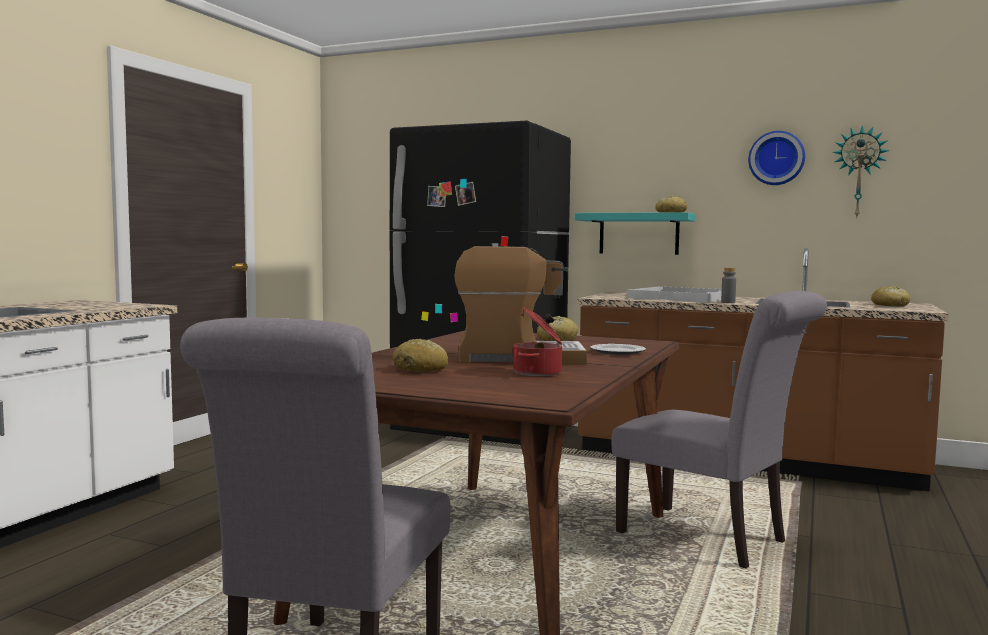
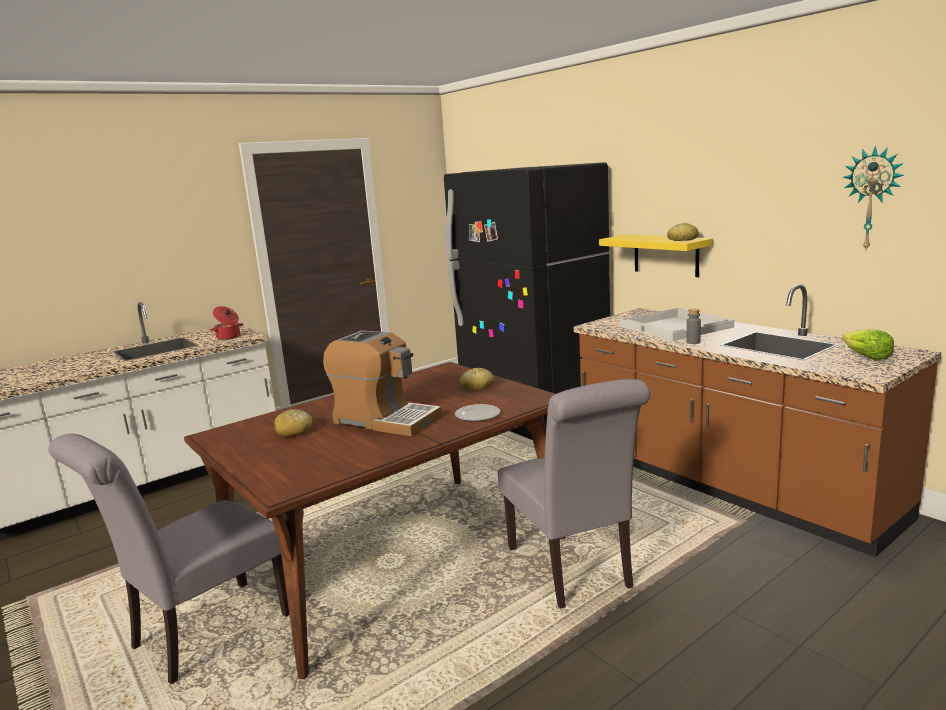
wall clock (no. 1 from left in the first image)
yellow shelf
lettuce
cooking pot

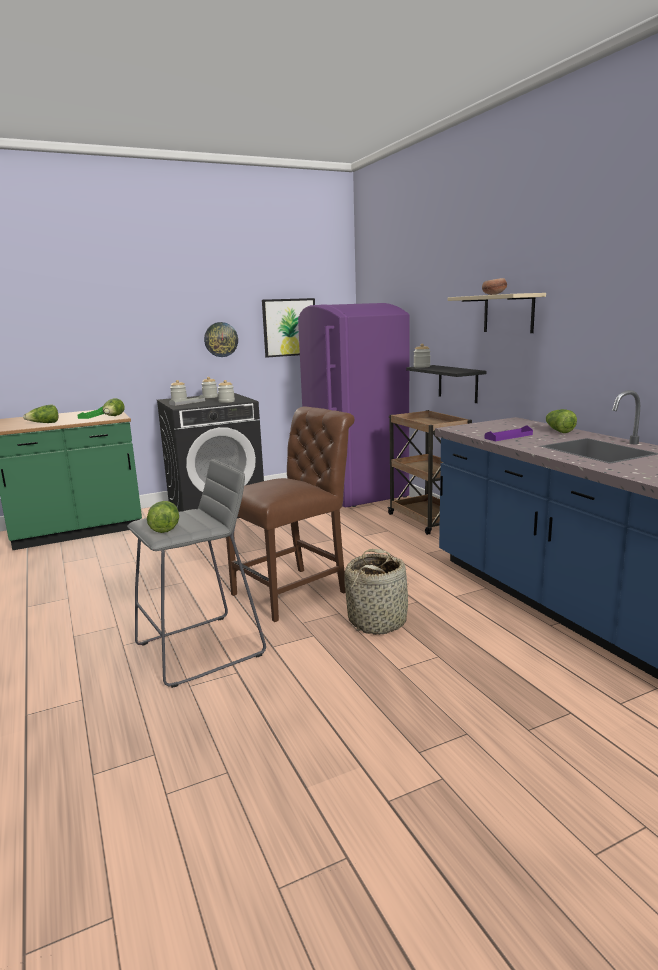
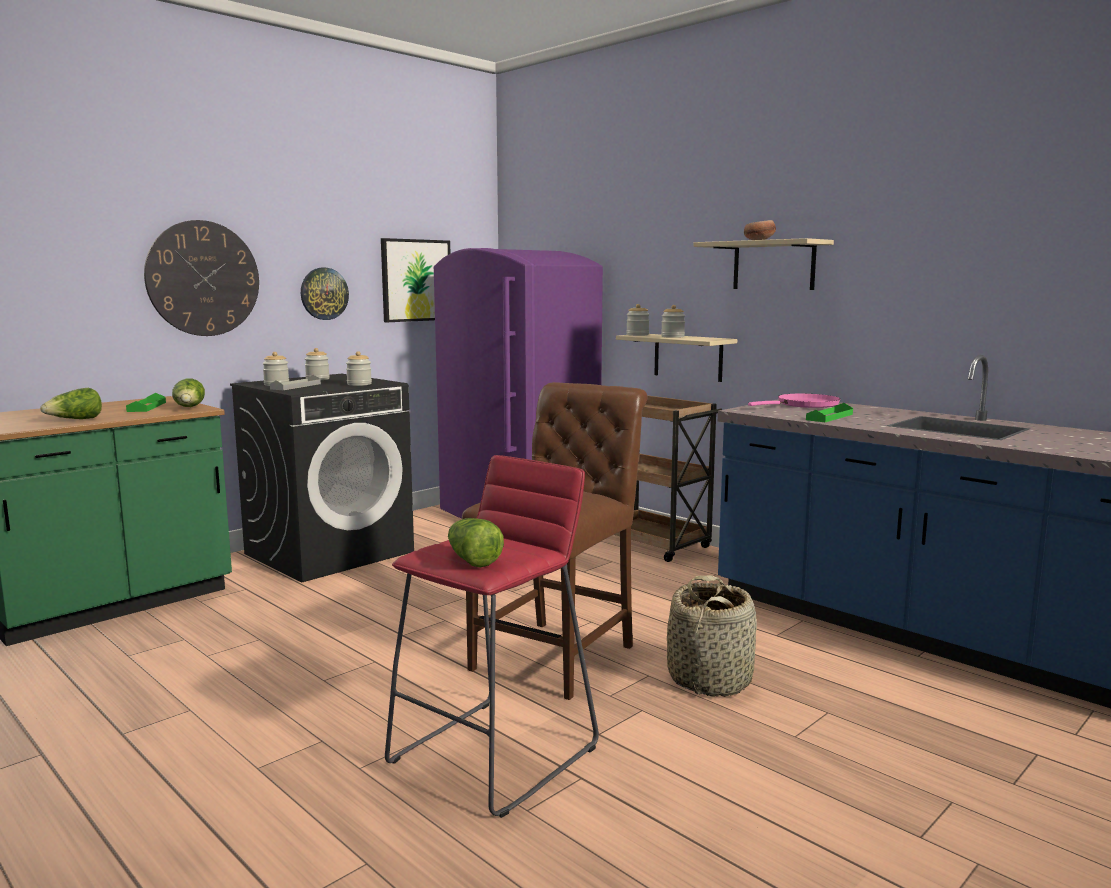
beige shelf (no. 1 from left)
lettuce (no. 4 from left in the first image)
green tray (no. 2 from left)
red stool
wall clock (no. 1 from left)
jar (no. 5 from left)
pink frying pan

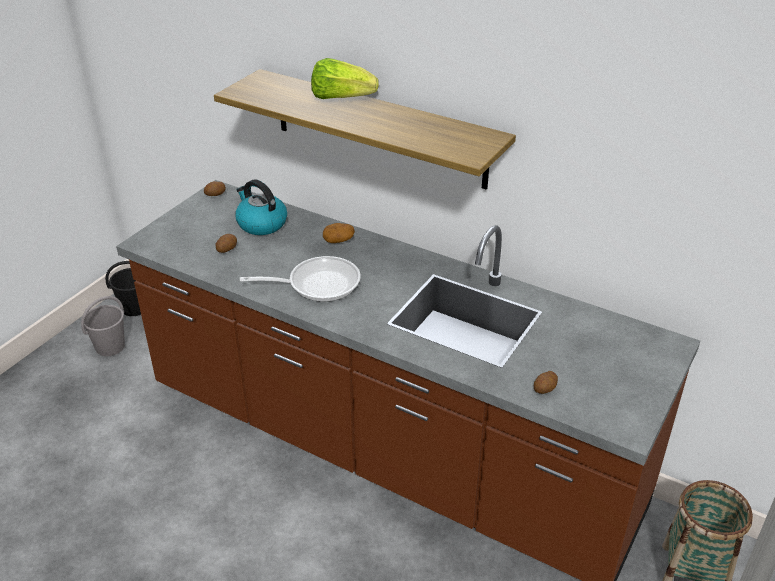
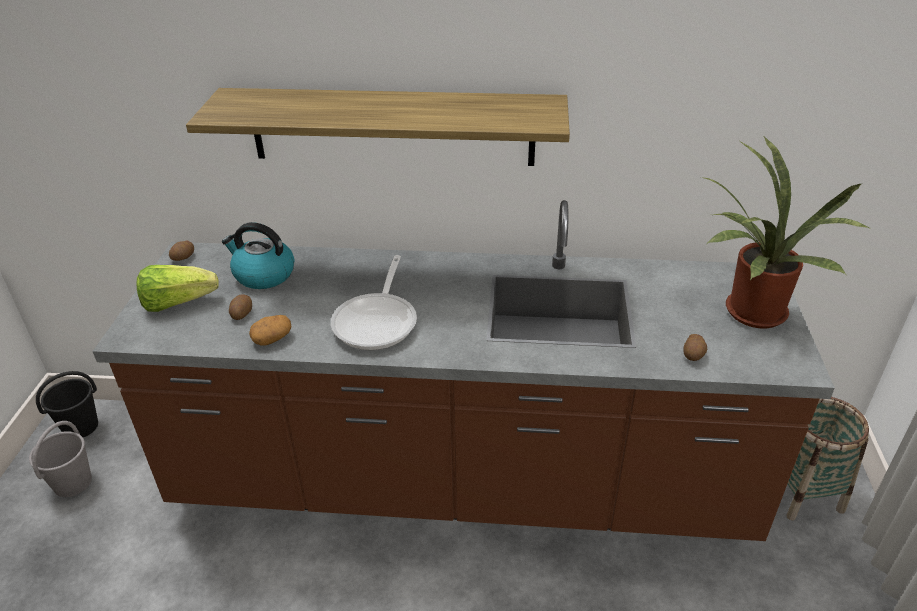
lettuce
potato (no. 3 from left)
frying pan
potted plant

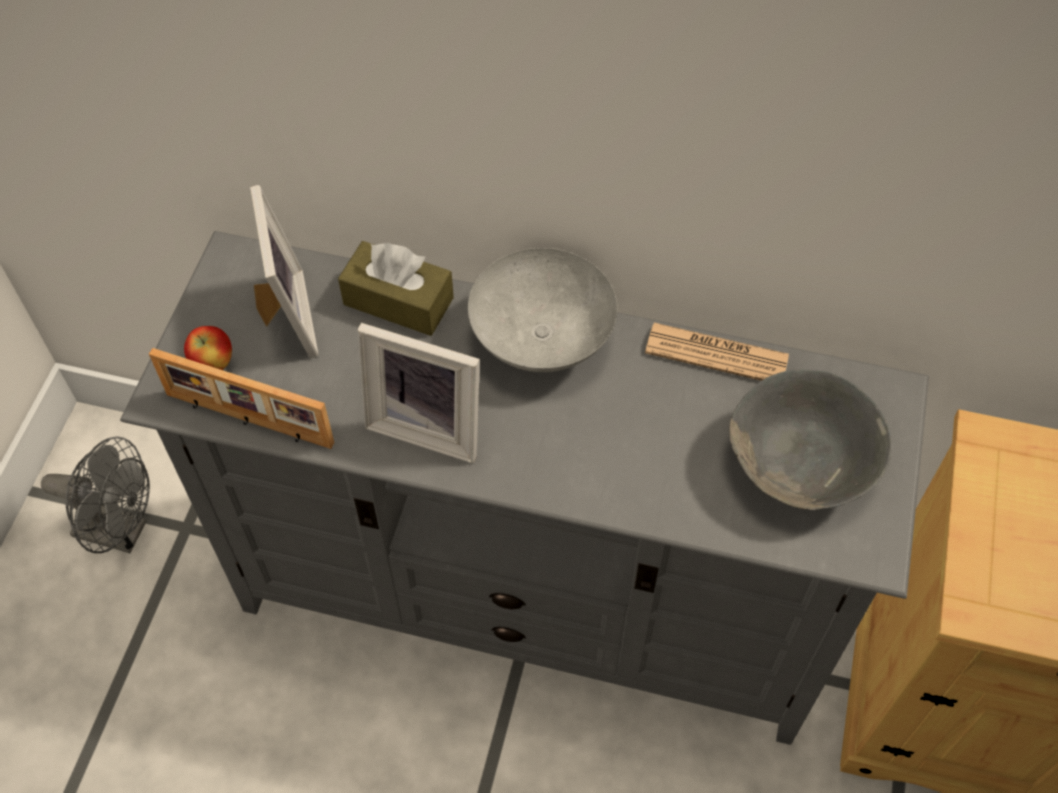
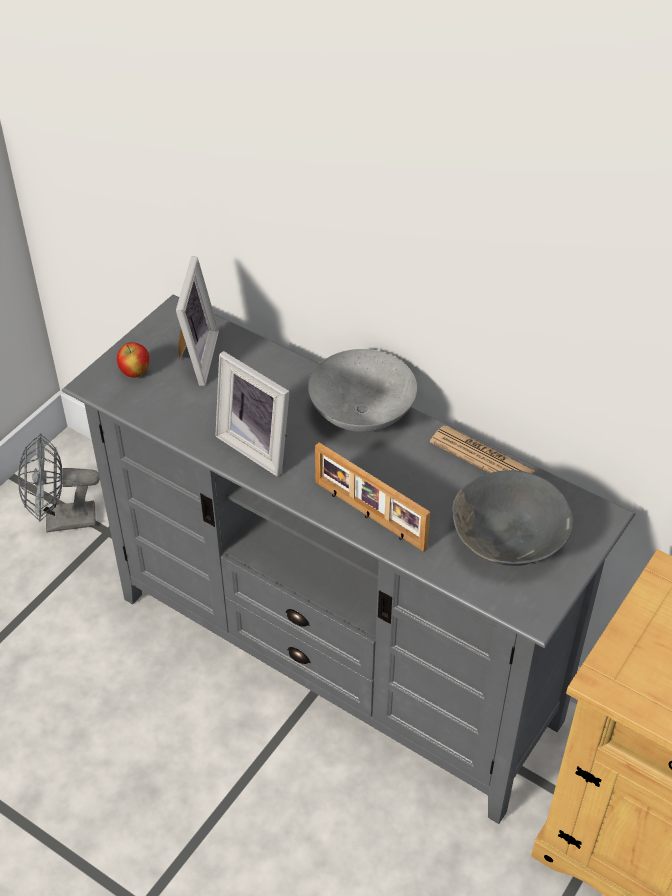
brown tissue box
picture frame (no. 3 from left)
grey fan

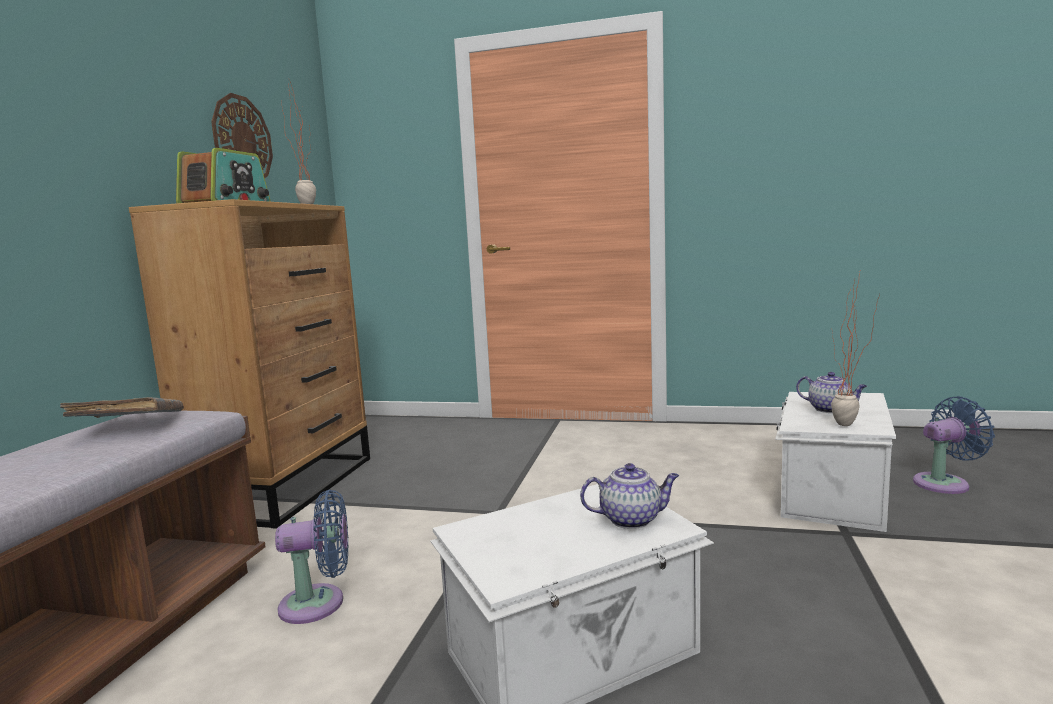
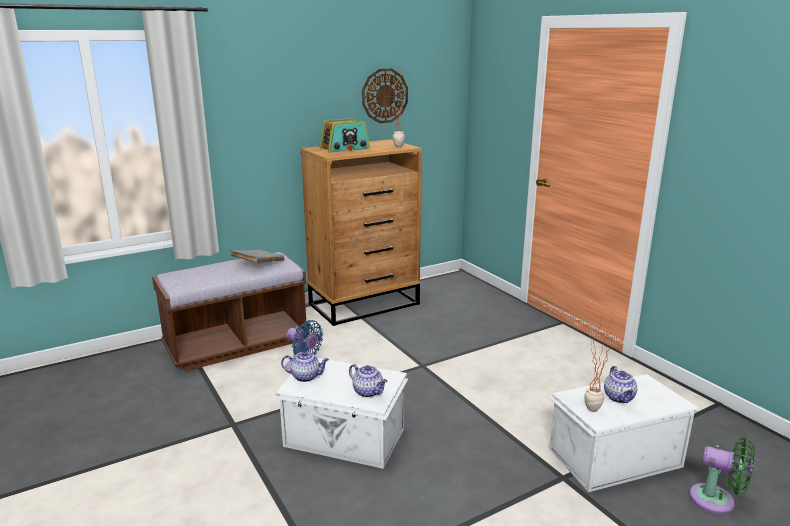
green fan
teapot (no. 1 from left)

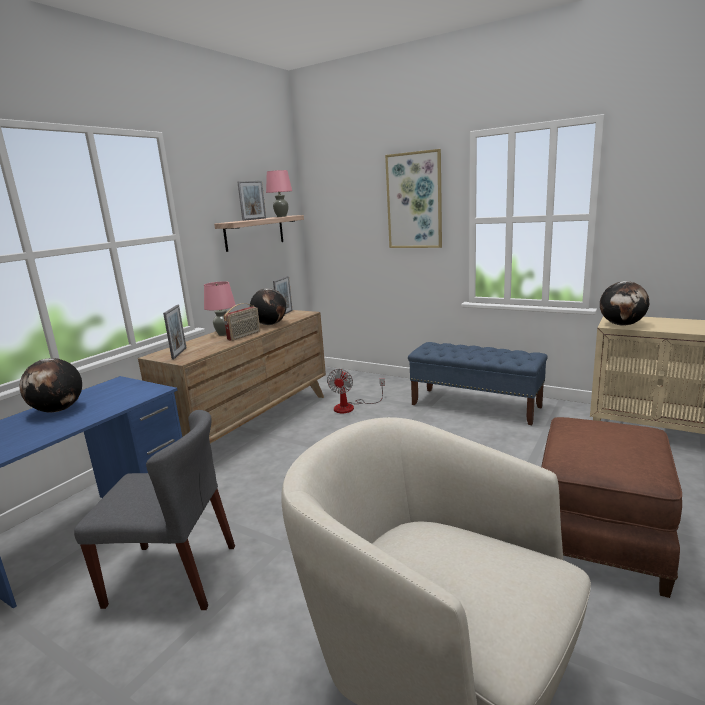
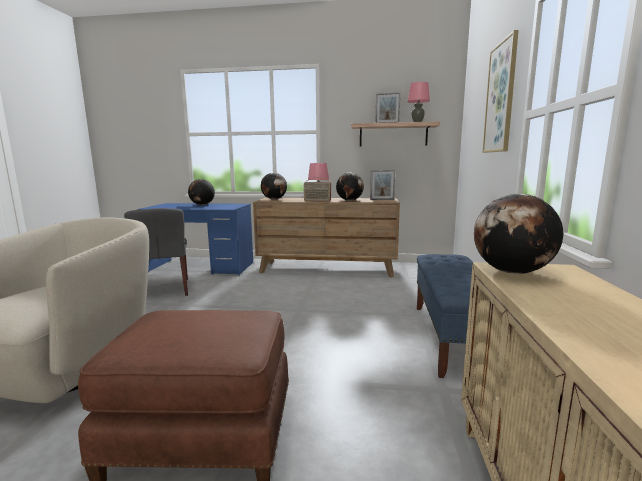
globe (no. 2 from left)
fan

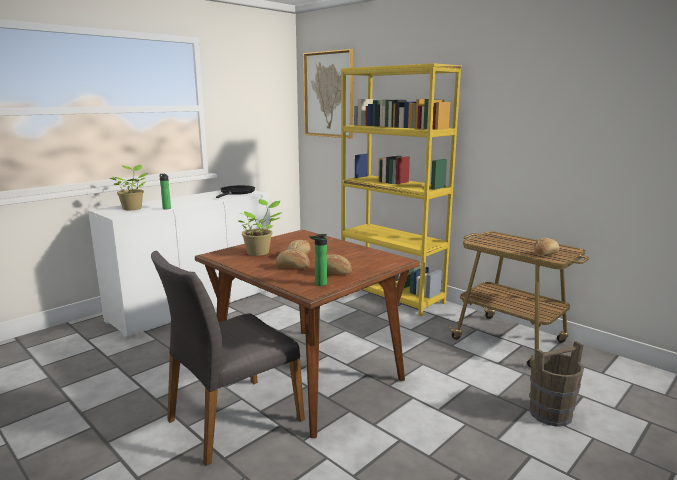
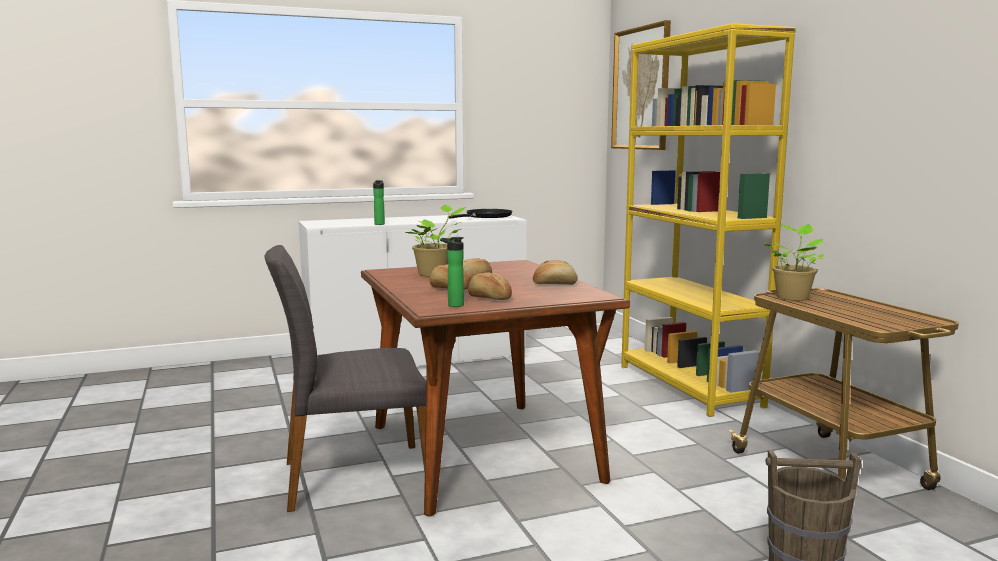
potted plant (no. 2 from left)
bread (no. 4 from left)

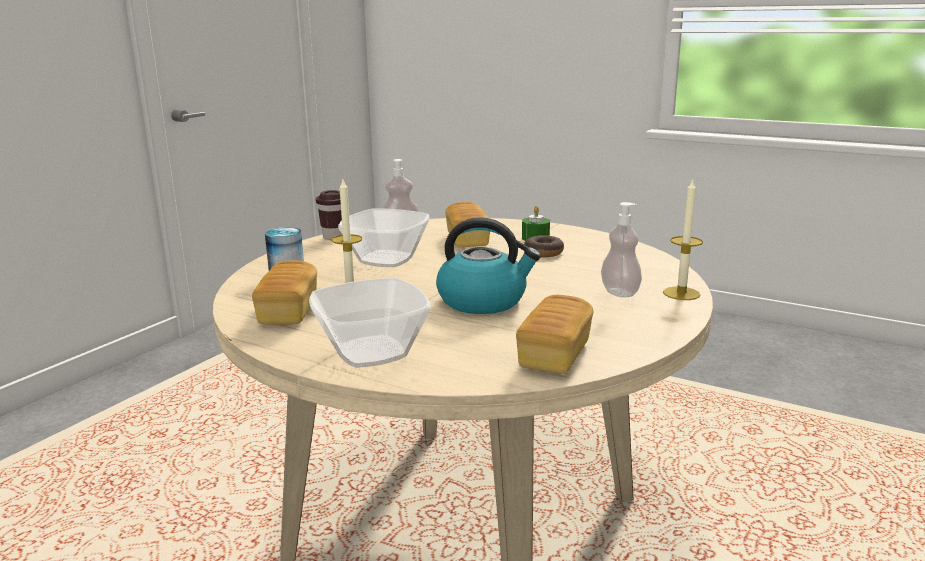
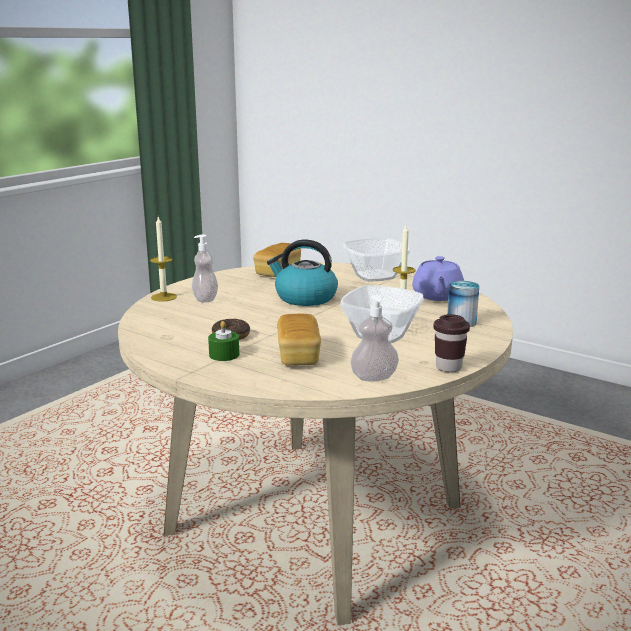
purple teapot

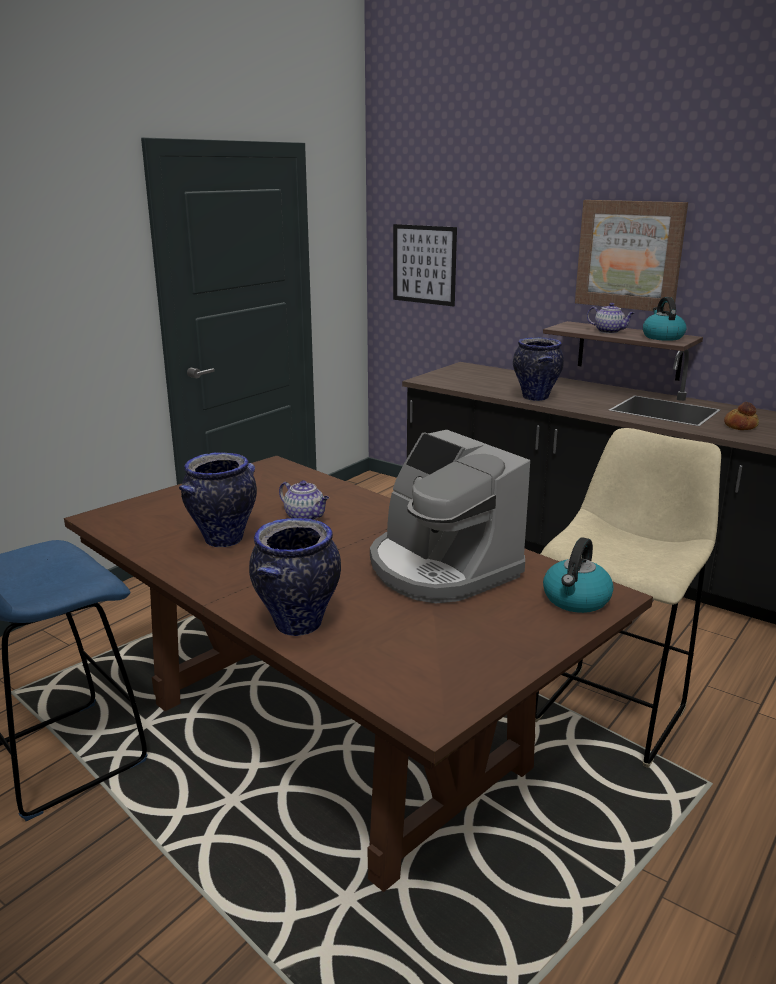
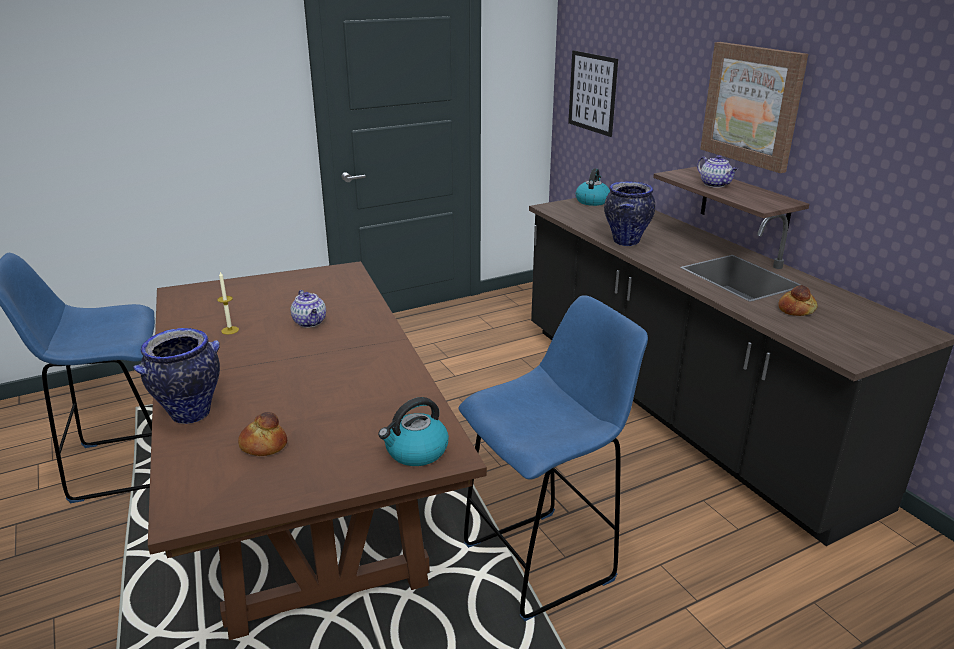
kettle (no. 2 from left)
blue stool (no. 2 from left)
coffee machine
candle
bread (no. 1 from left)

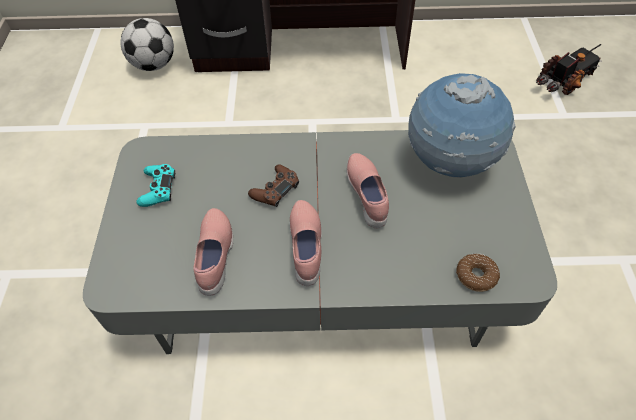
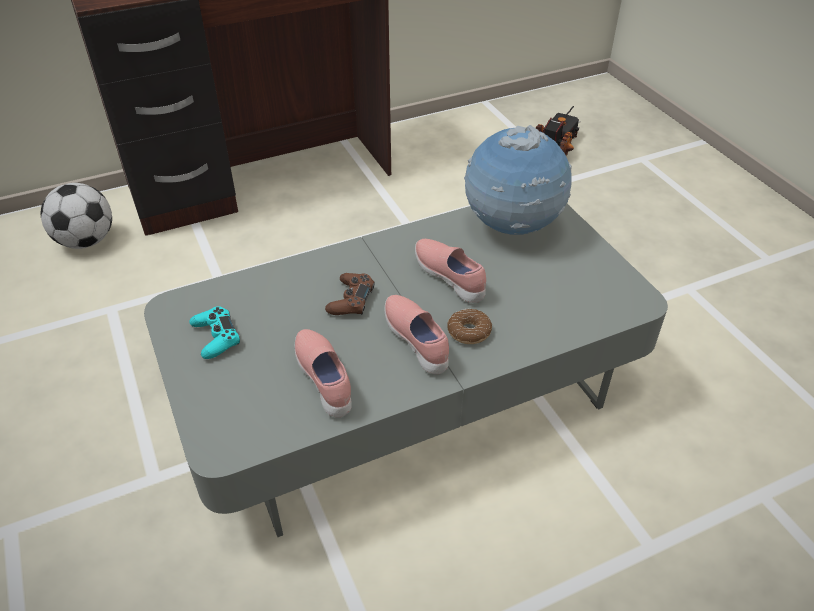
donut

